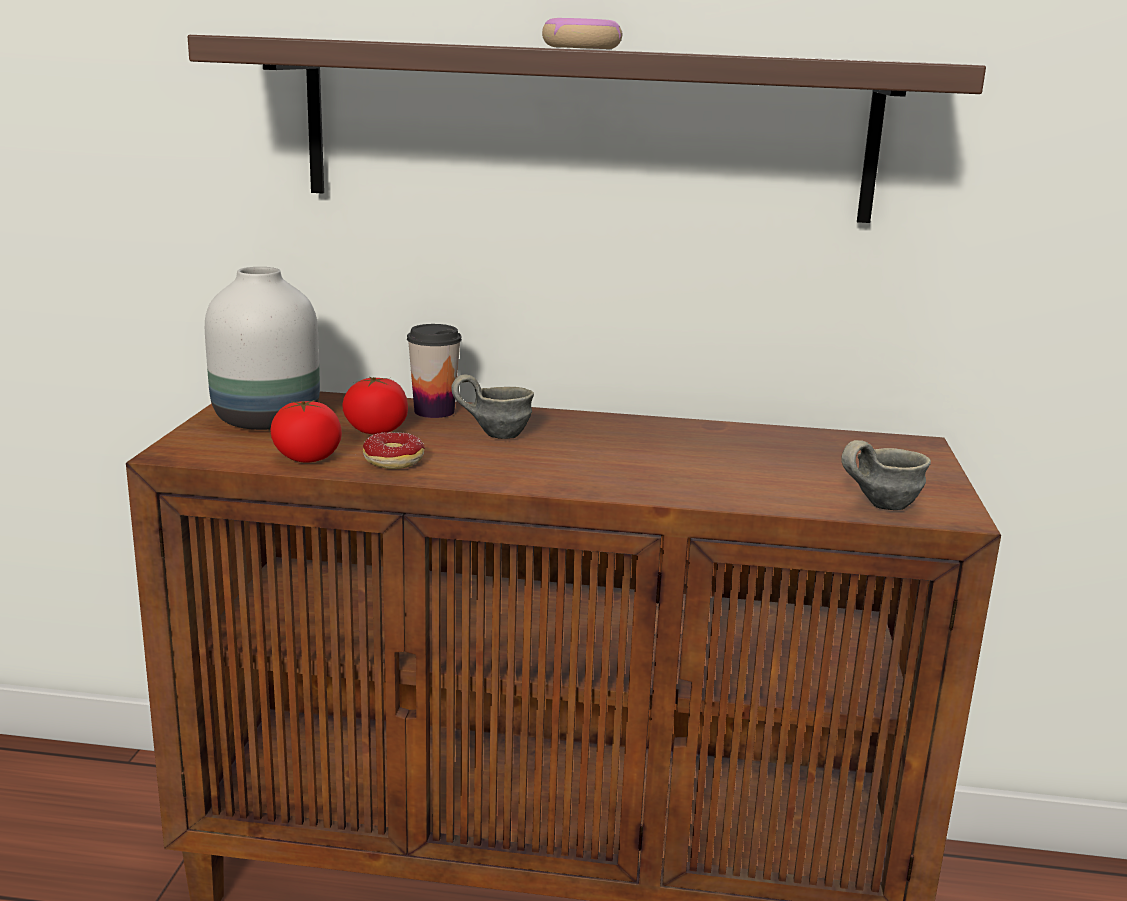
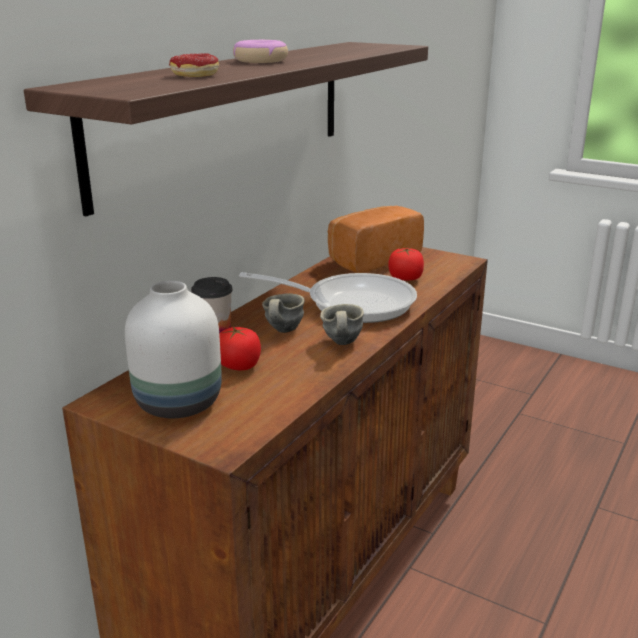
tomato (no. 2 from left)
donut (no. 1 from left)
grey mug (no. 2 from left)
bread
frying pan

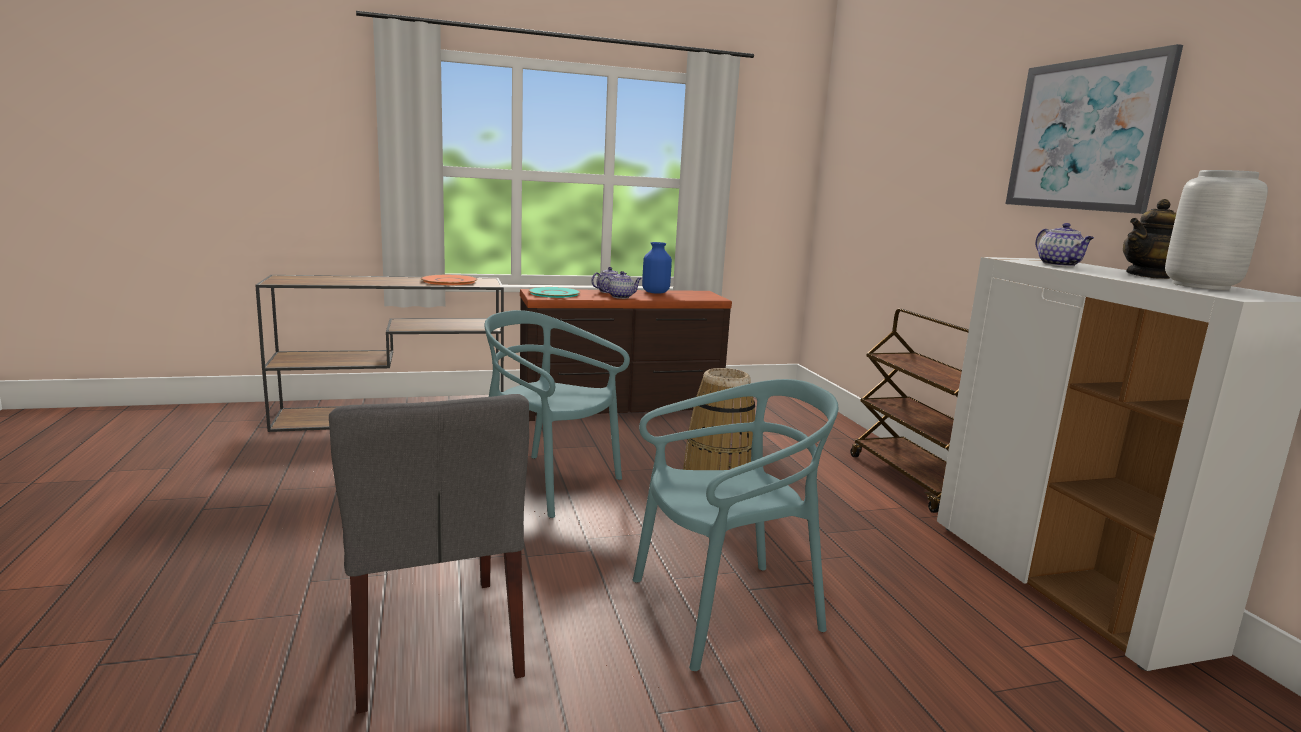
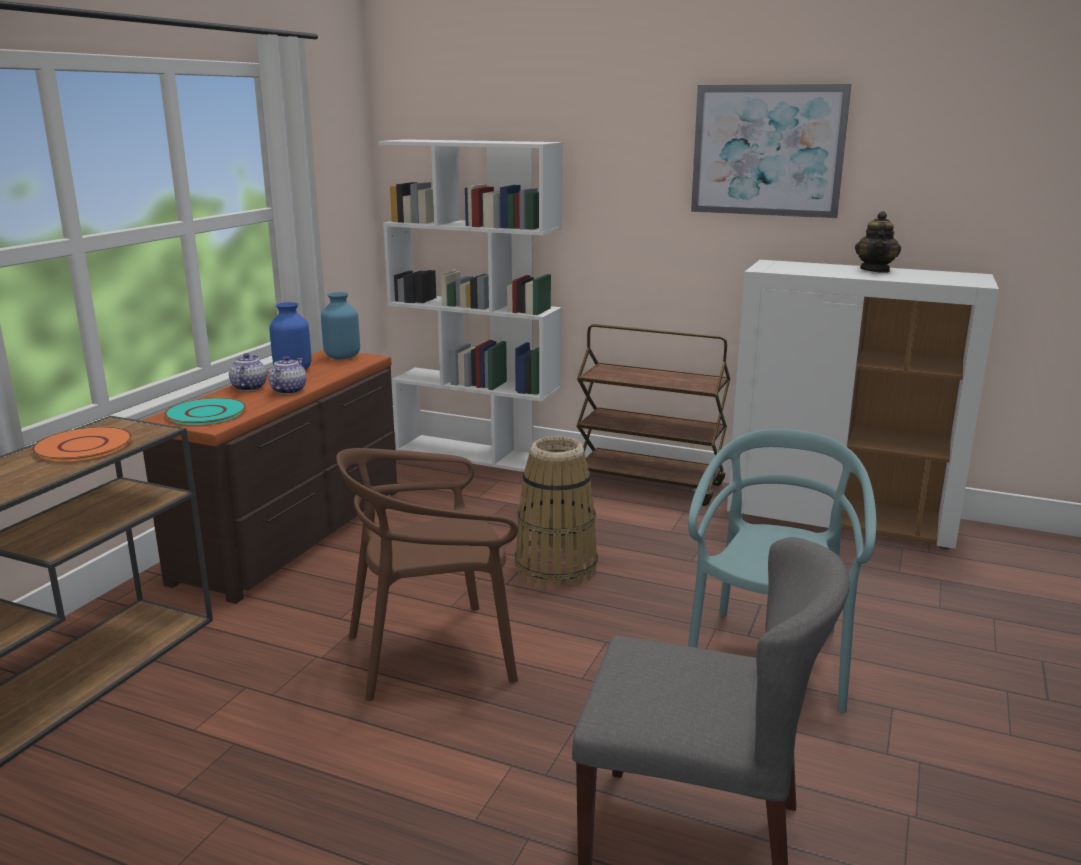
grey vase
teapot (no. 3 from left in the first image)
brown chair
white bookcase
blue vase (no. 2 from left)

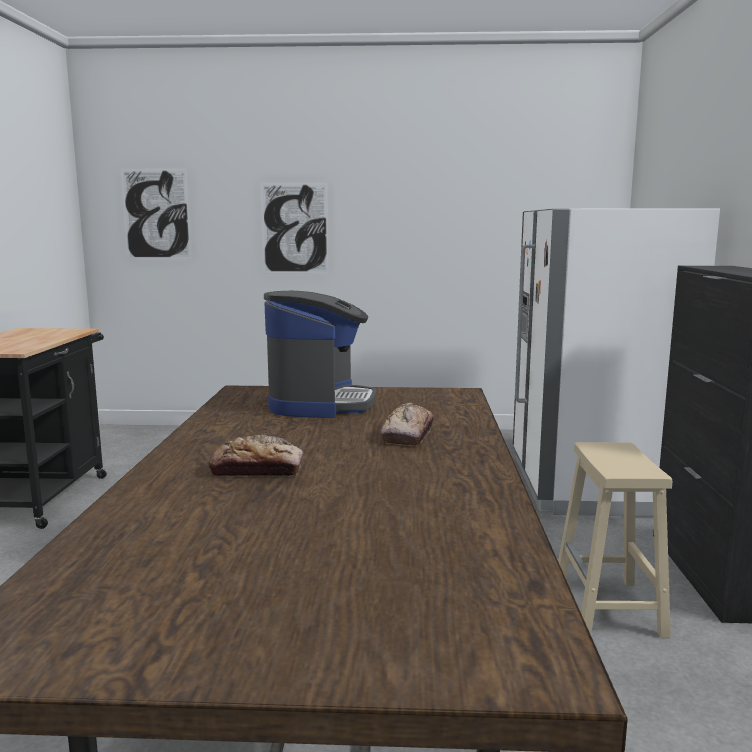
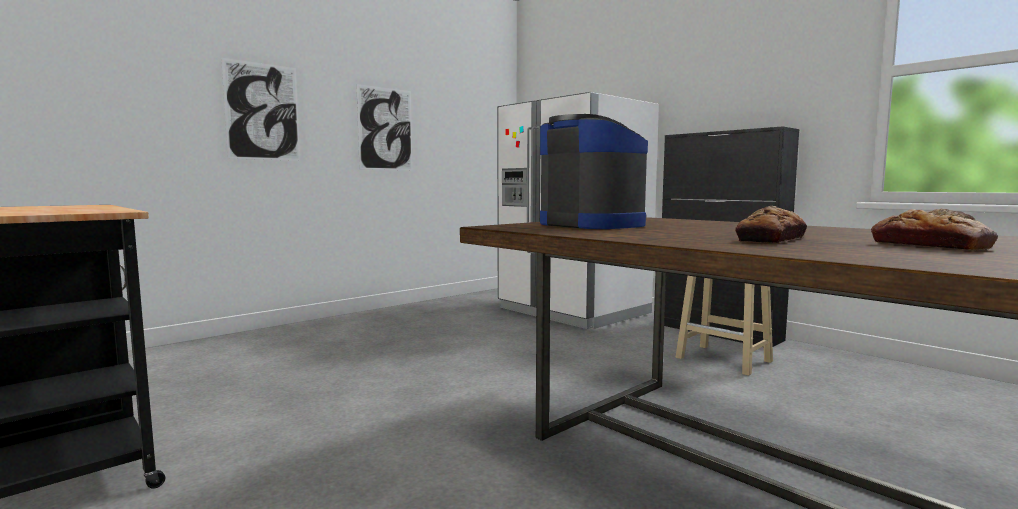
picture (no. 2 from left)
bread (no. 2 from left)

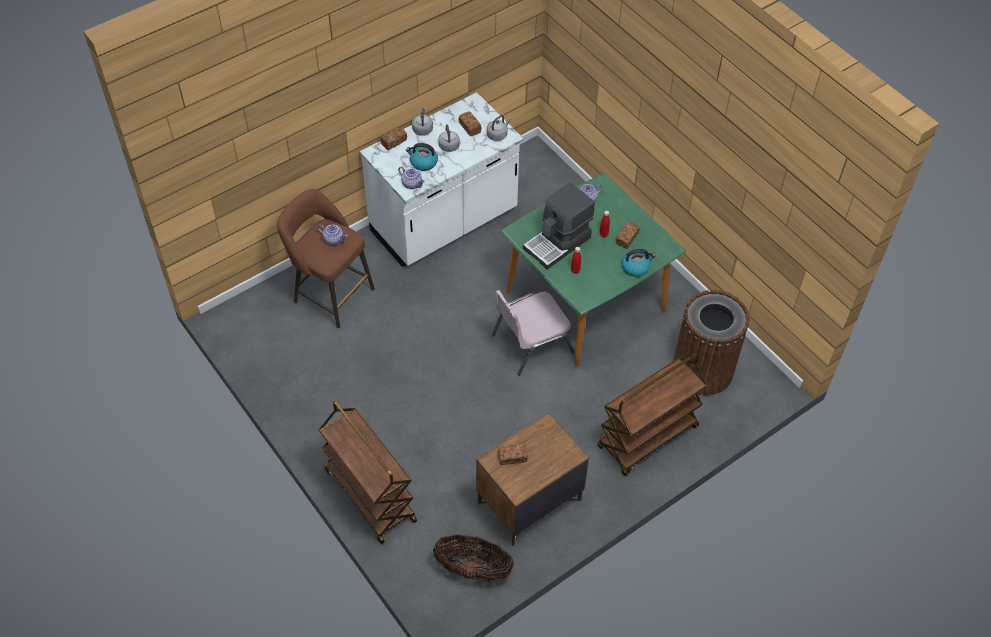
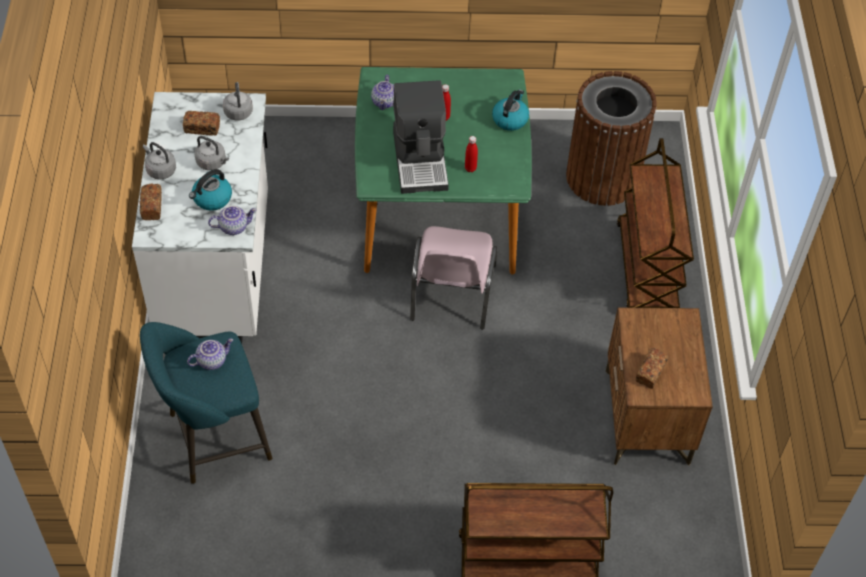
turquoise stool
bread (no. 4 from left in the first image)
basket

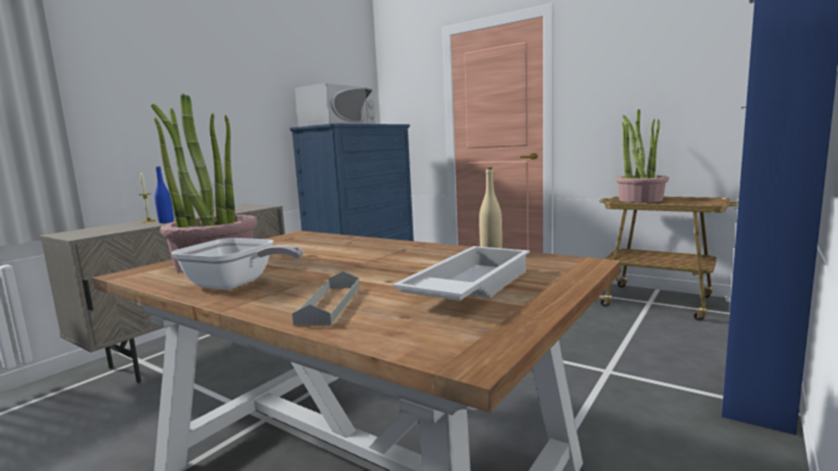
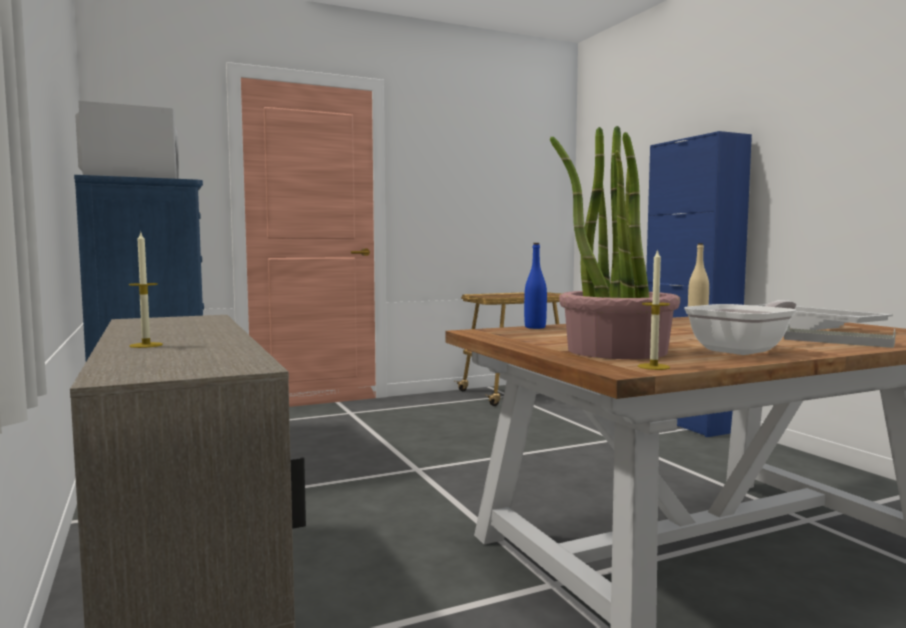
potted plant (no. 2 from left in the first image)
blue bottle
candle (no. 2 from left)

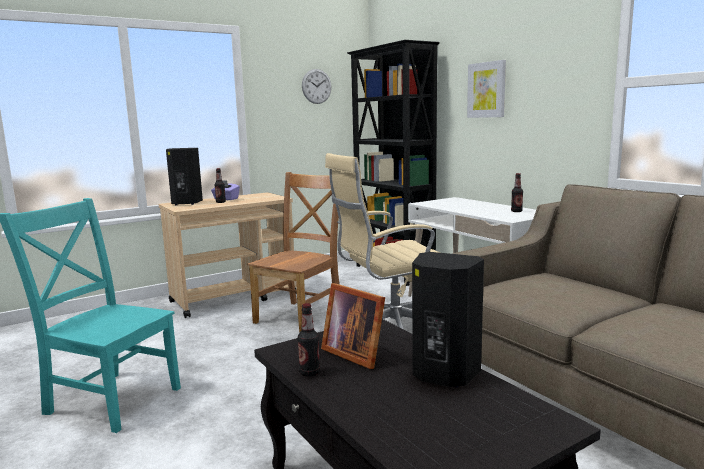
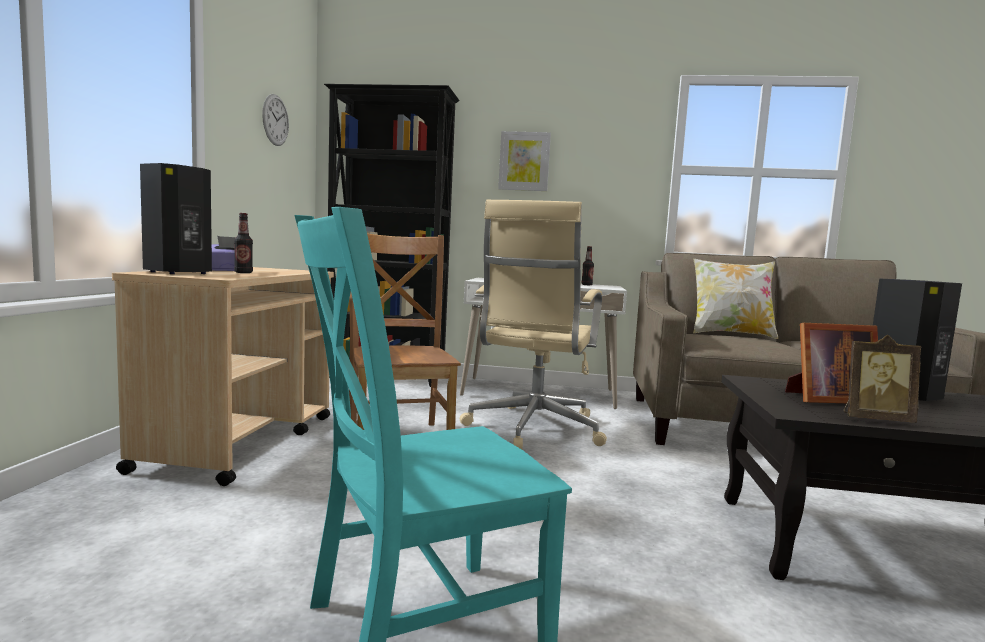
picture frame (no. 2 from left)
pillow

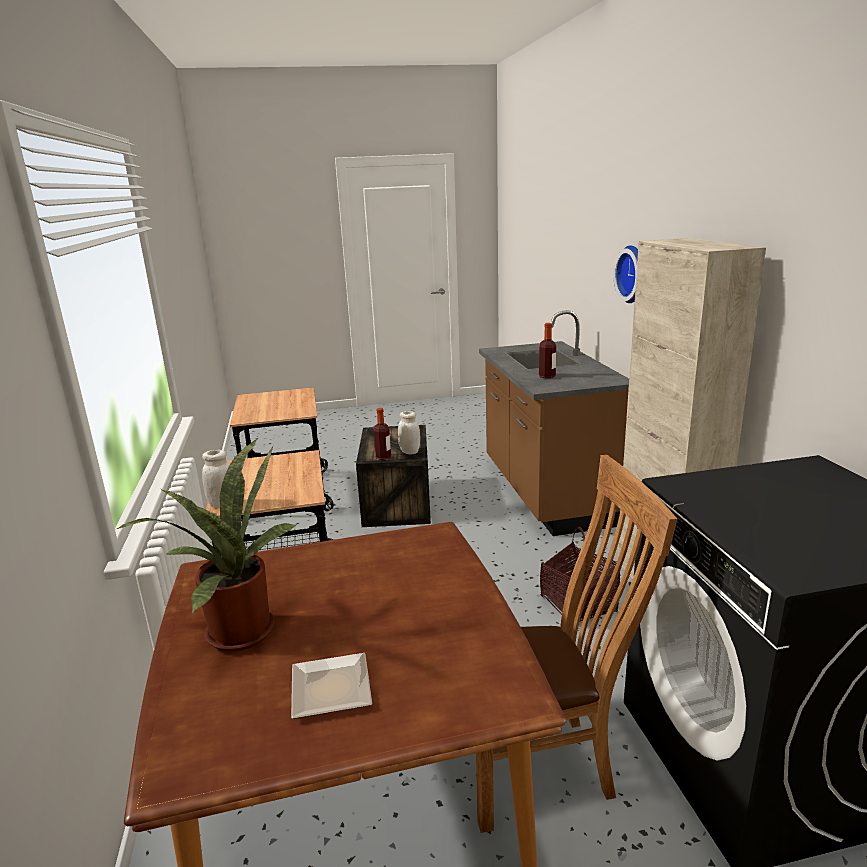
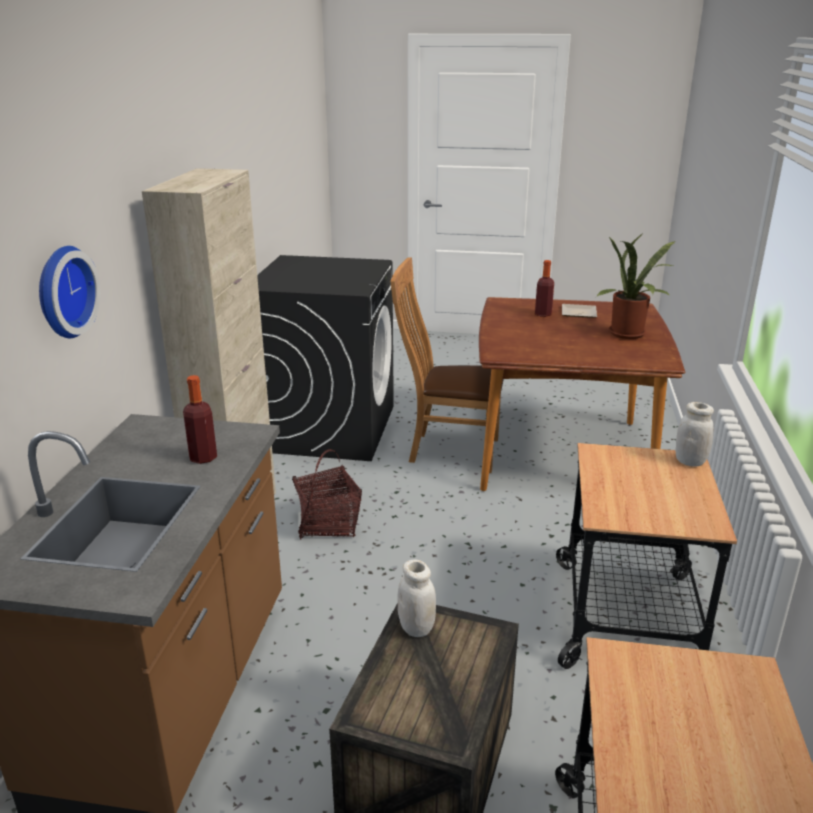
bottle (no. 2 from left)

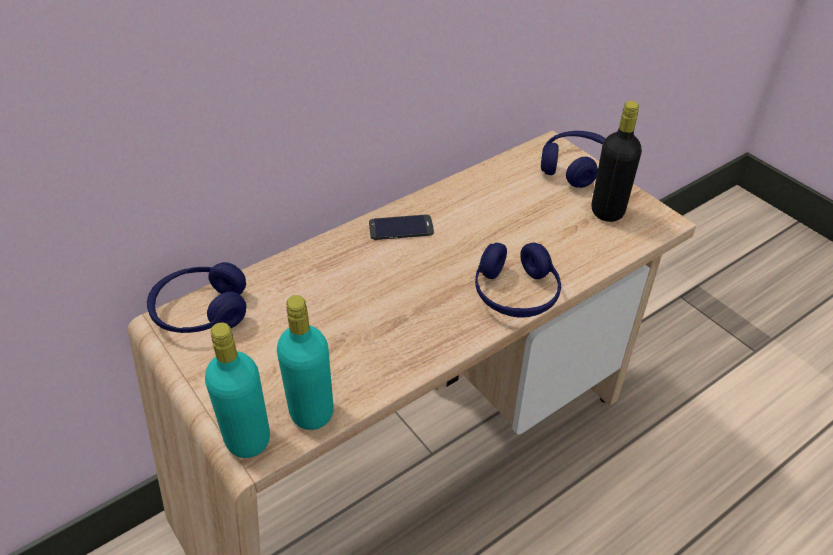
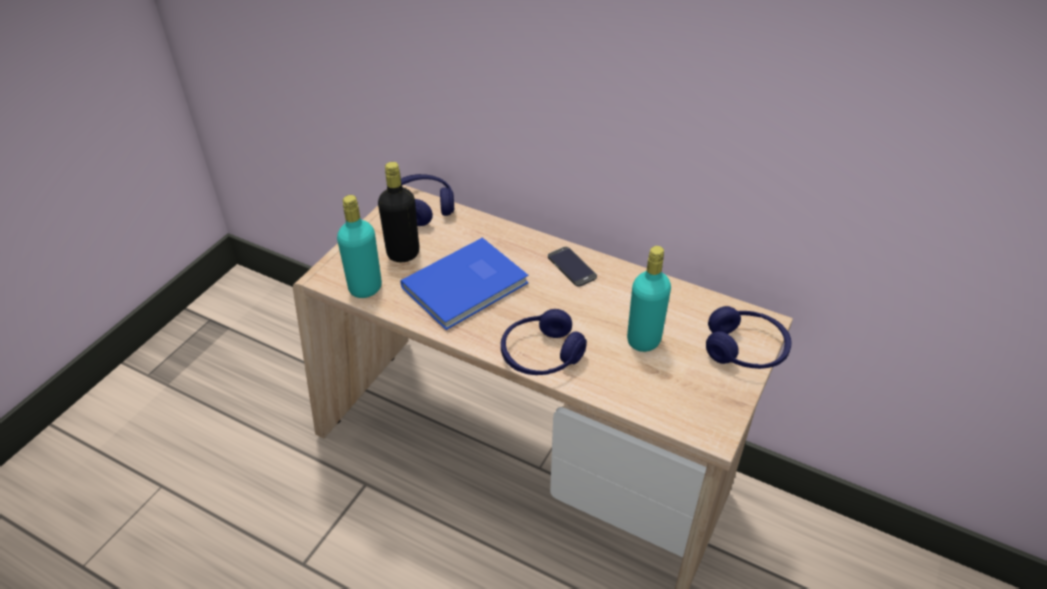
black bottle
turquoise bottle (no. 2 from left)
blue book

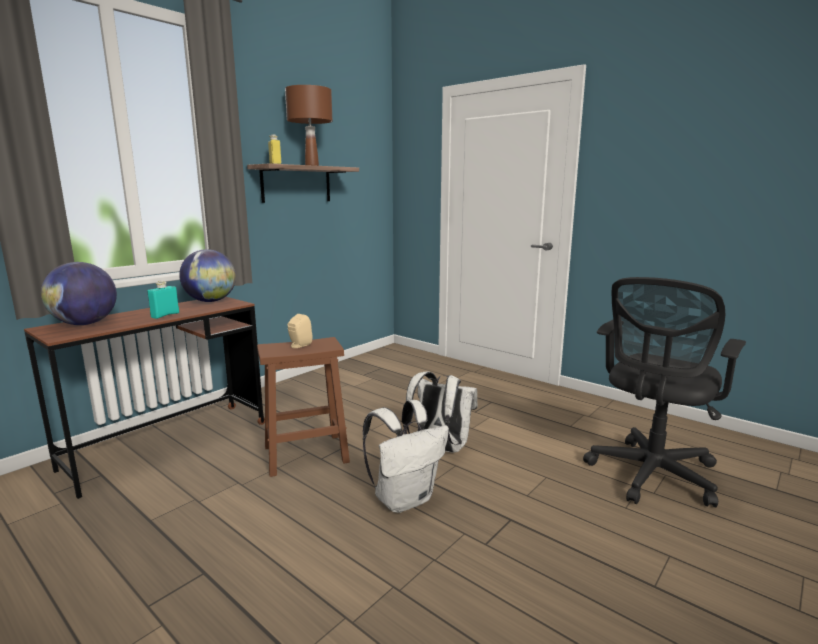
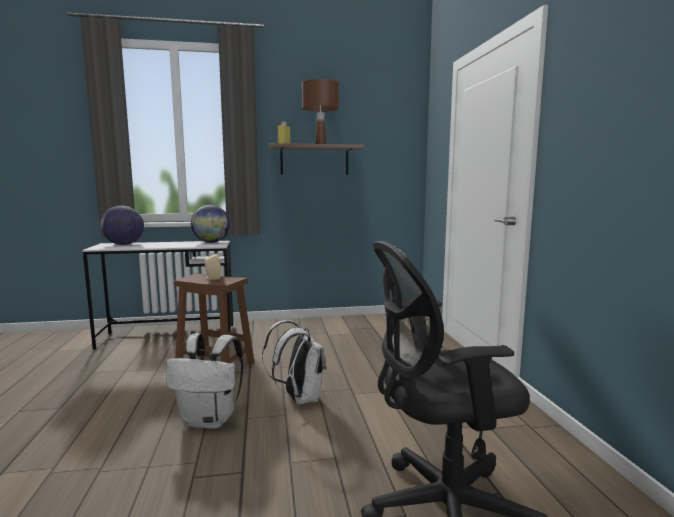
turquoise bottle
white desk

